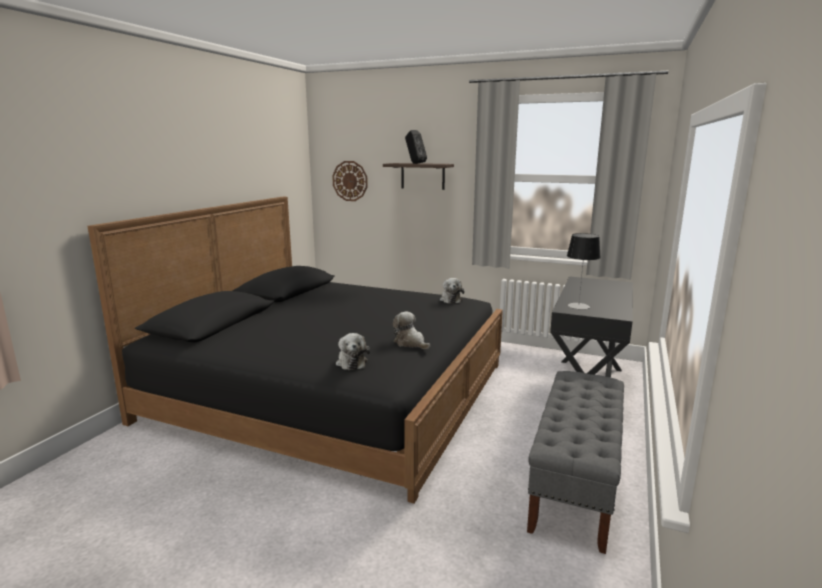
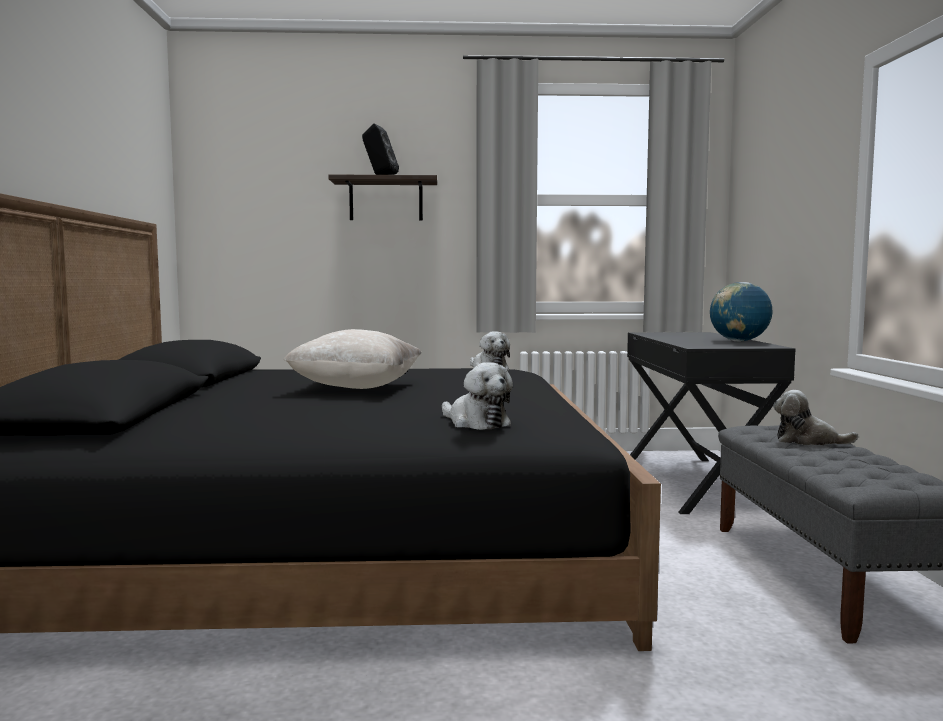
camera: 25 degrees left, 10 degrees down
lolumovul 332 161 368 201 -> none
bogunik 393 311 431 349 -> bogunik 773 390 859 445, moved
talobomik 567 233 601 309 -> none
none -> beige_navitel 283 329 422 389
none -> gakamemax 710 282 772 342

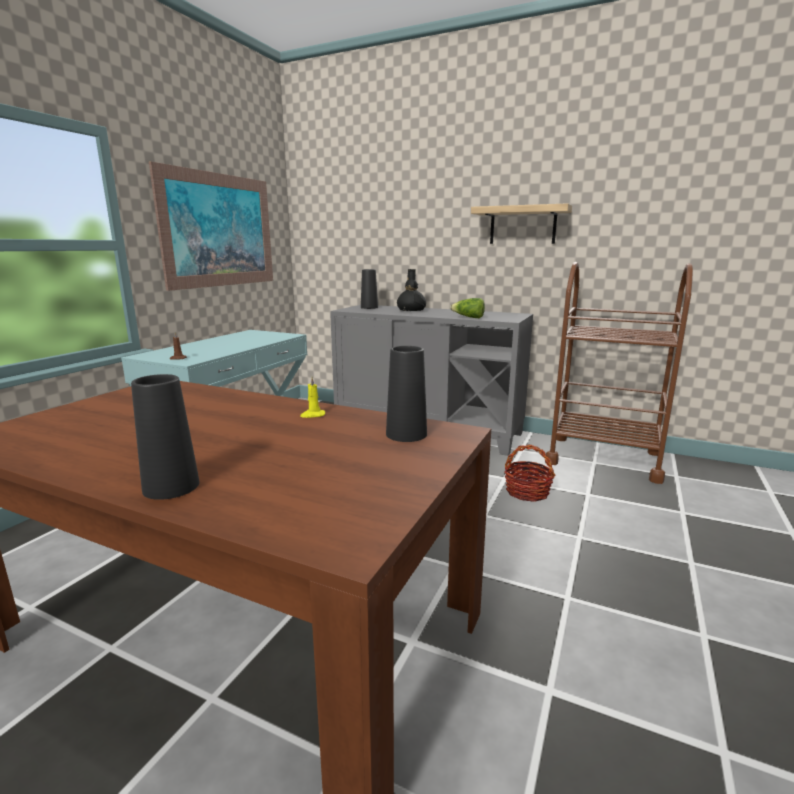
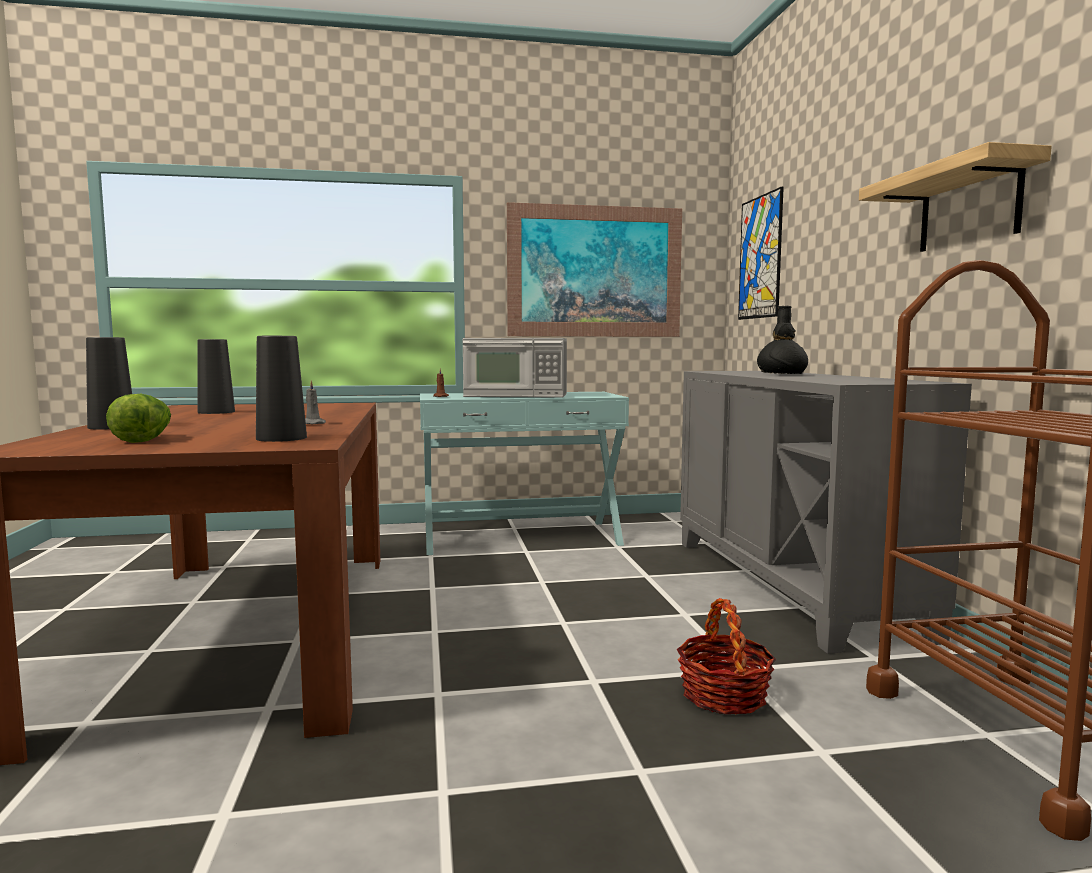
camera: 55 degrees right, 10 degrees down
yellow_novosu 300 377 325 418 -> grey_novosu 305 380 326 424
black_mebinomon 361 269 378 309 -> black_mebinomon 197 339 235 414, moved
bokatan 450 298 485 318 -> bokatan 106 394 171 443, moved
none -> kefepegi 463 338 567 398
none -> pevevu 738 187 784 320

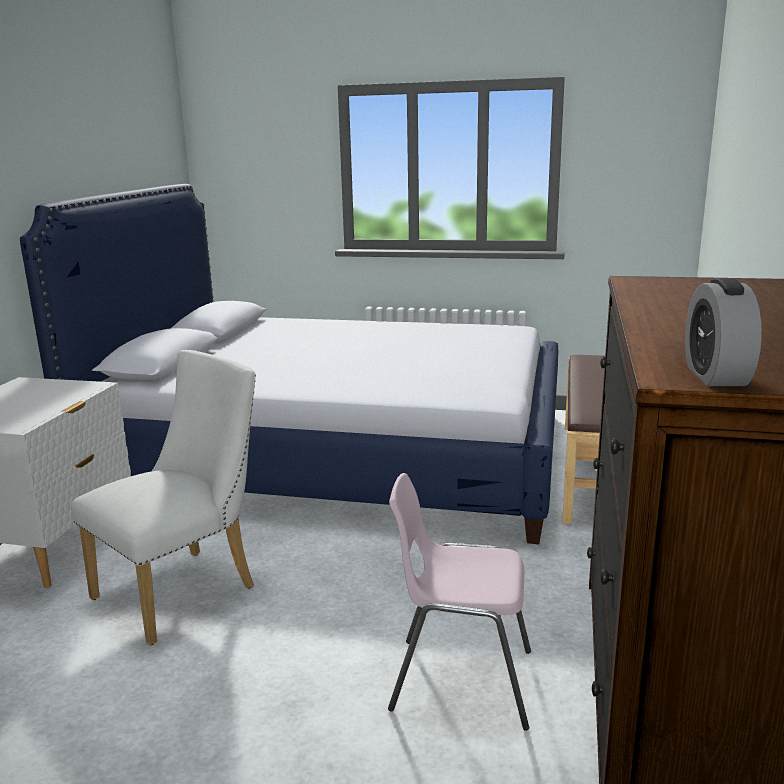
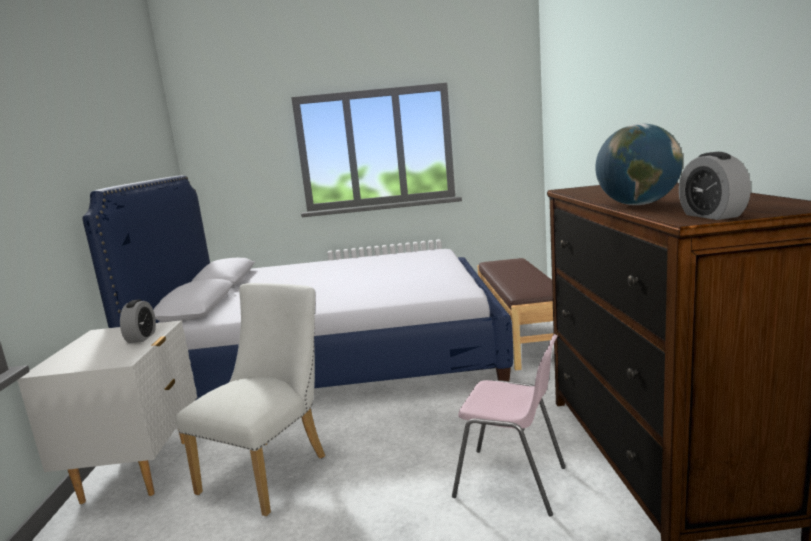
camera: 15 degrees left, 5 degrees down
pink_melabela 388 473 531 731 -> pink_melabela 452 334 566 517, 150 degrees counterclockwise
none -> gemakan 120 299 156 343
none -> gakamemax 595 124 683 205

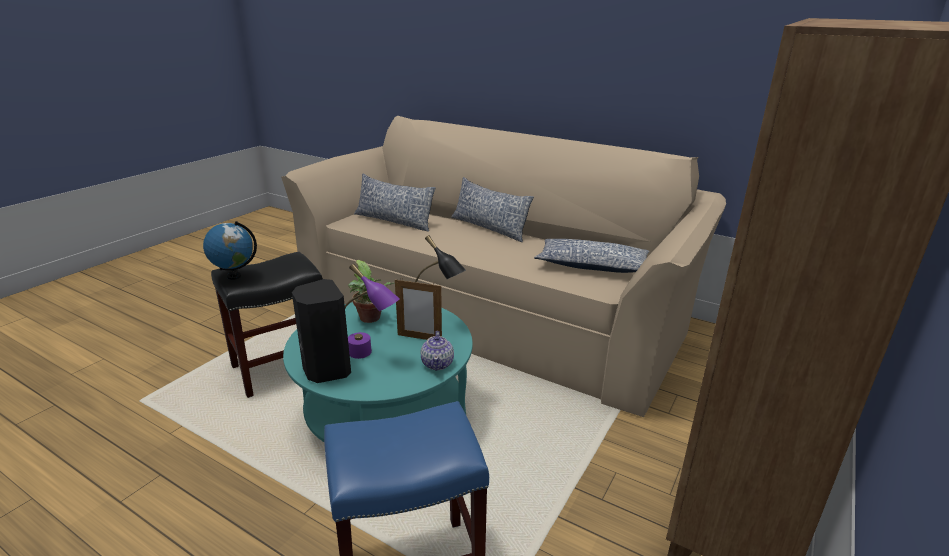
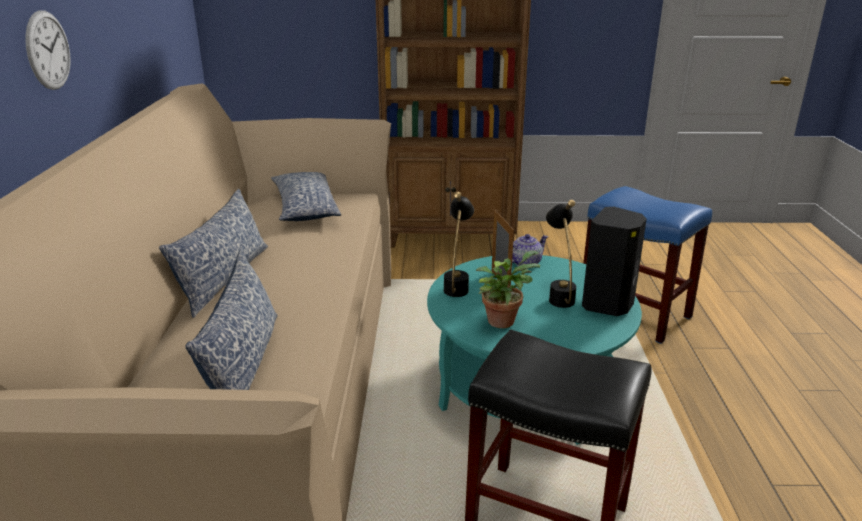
camera: 120 degrees left, 0 degrees up
gakamemax 203 221 257 280 -> none
purple_talobomik 345 264 400 359 -> black_talobomik 546 200 576 308
none -> lolumovul 25 10 71 90

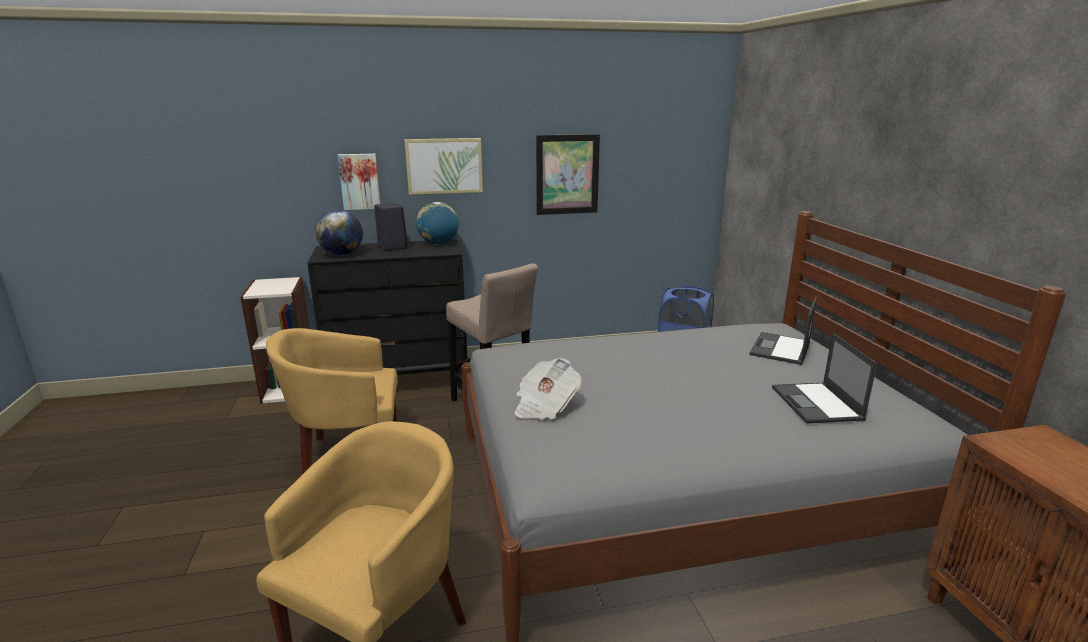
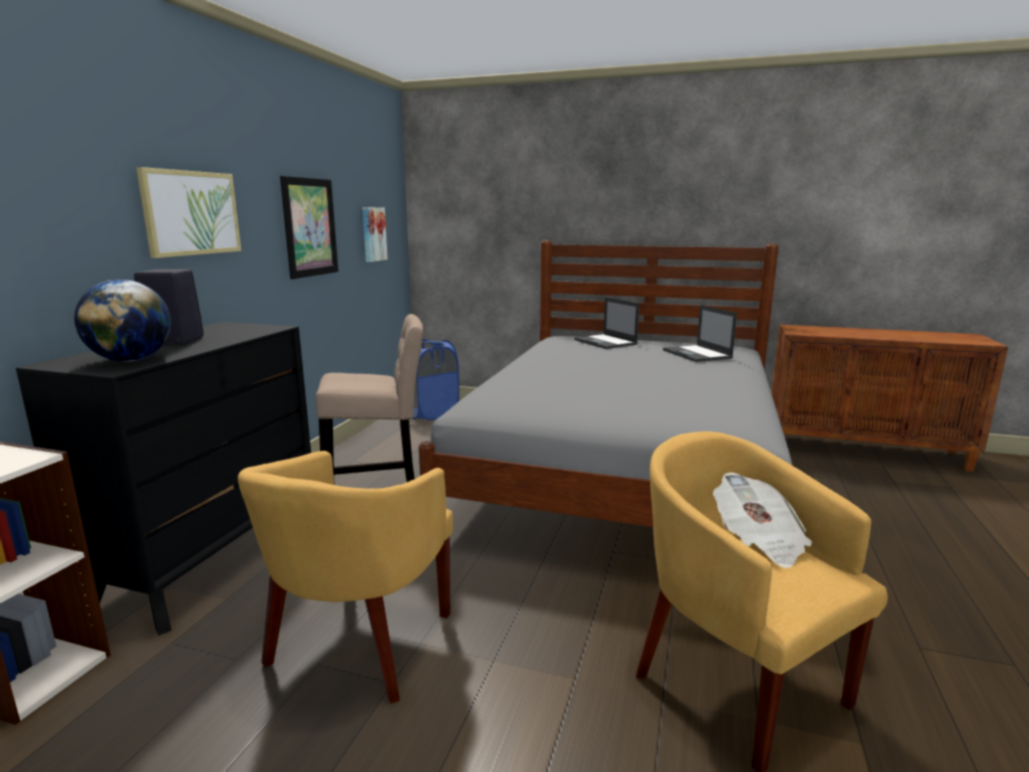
camera: 60 degrees left, 5 degrees down
pevevu 338 154 380 210 -> pevevu 362 207 388 262, moved
gakamemax 416 202 459 245 -> none
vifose 515 358 581 420 -> vifose 713 472 812 569, moved
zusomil 772 333 877 424 -> zusomil 663 305 737 362, 45 degrees clockwise

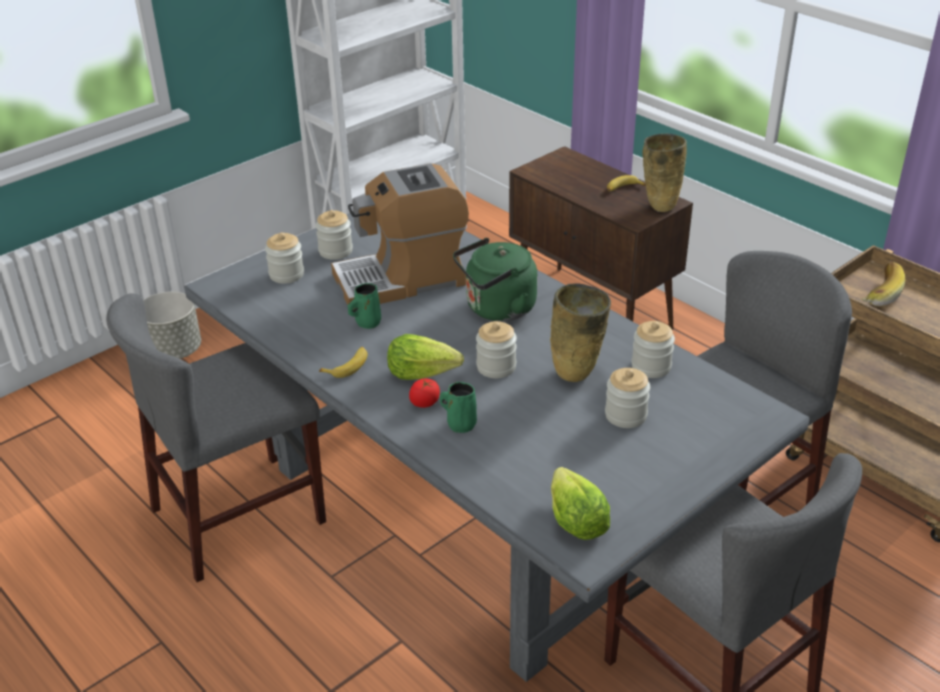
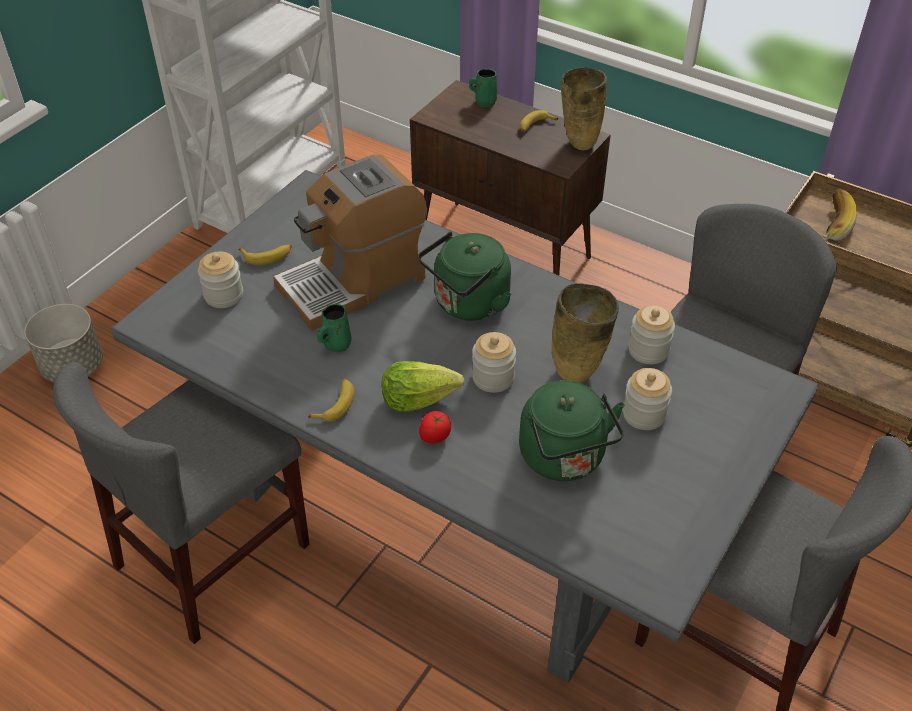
camera: 15 degrees left, 10 degrees up
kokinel 316 210 353 260 -> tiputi 239 244 292 265
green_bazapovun 440 382 477 433 -> green_bazapovun 469 69 497 107, moved
bokatan 551 467 610 540 -> none
none -> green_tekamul 519 380 624 481

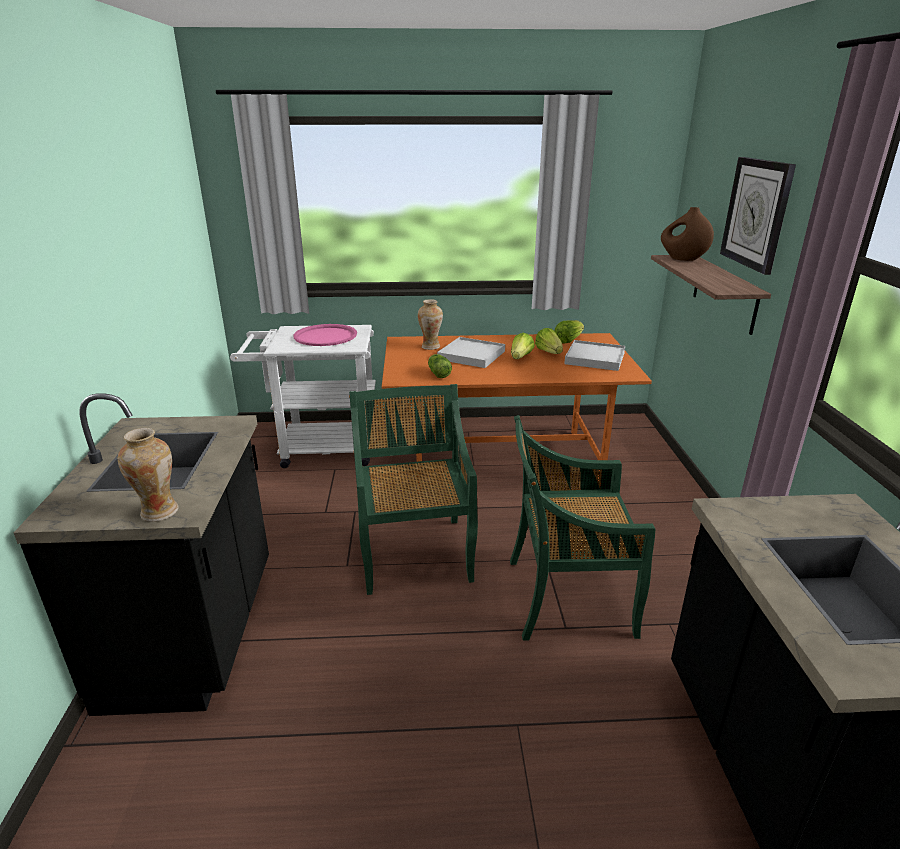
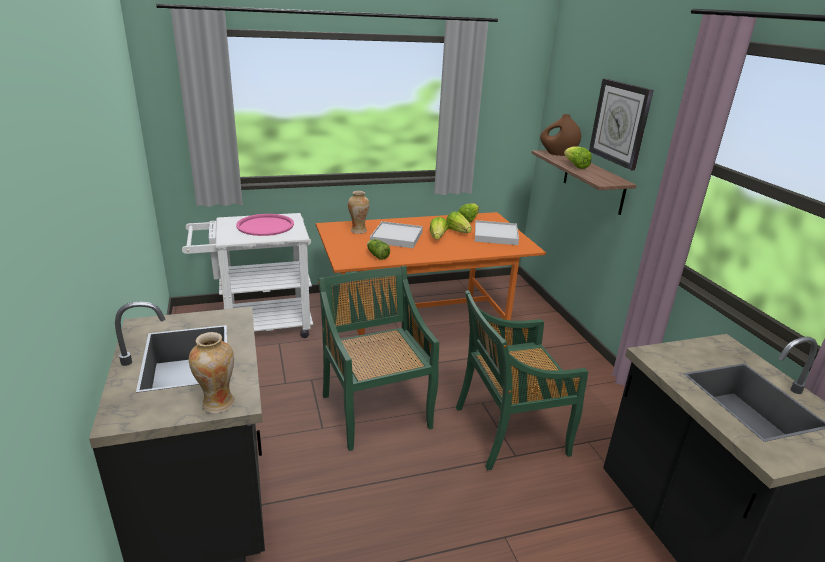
camera: 15 degrees left, 0 degrees up
none -> bokatan 564 146 592 169

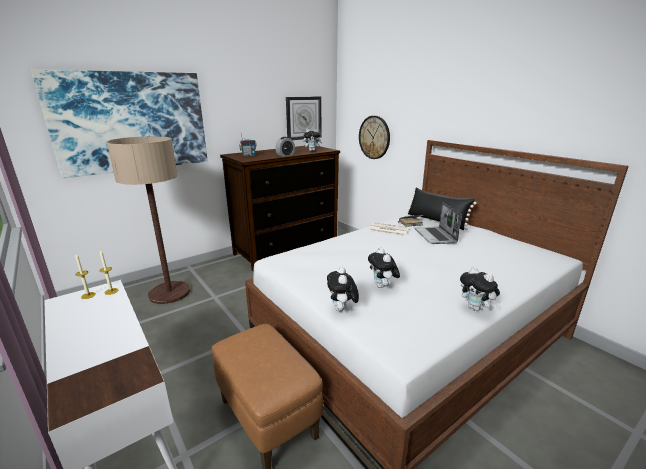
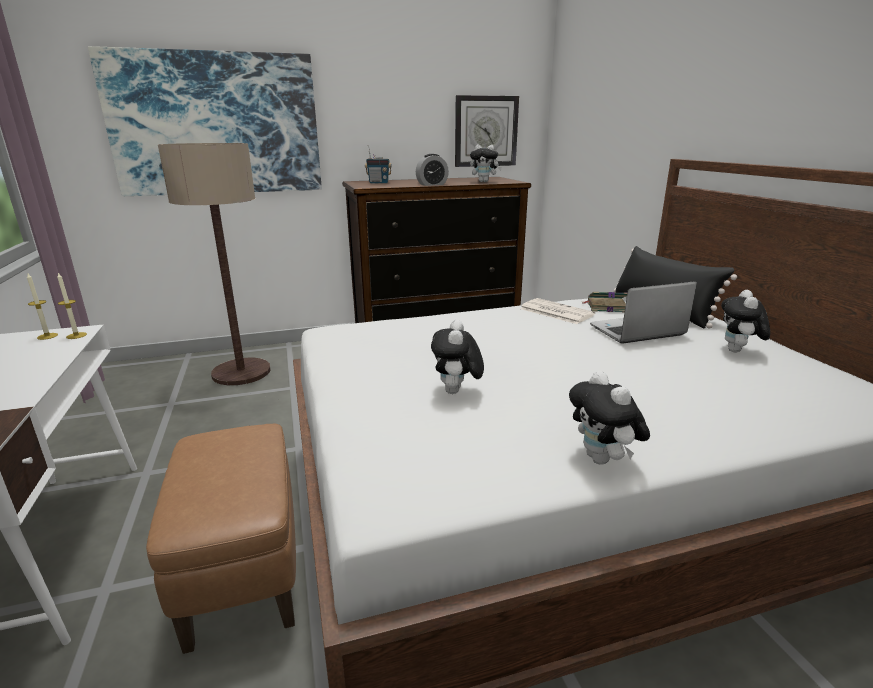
camera: 20 degrees right, 0 degrees up
bogunik 327 266 359 311 -> bogunik 721 290 770 352, moved
lolumovul 359 116 390 159 -> none
zusomil 415 203 462 244 -> zusomil 590 281 697 344, 60 degrees clockwise

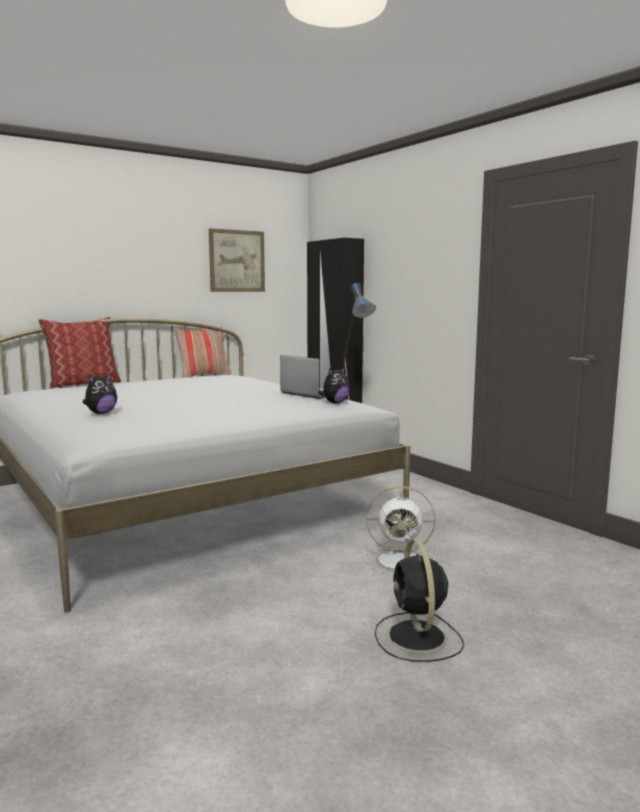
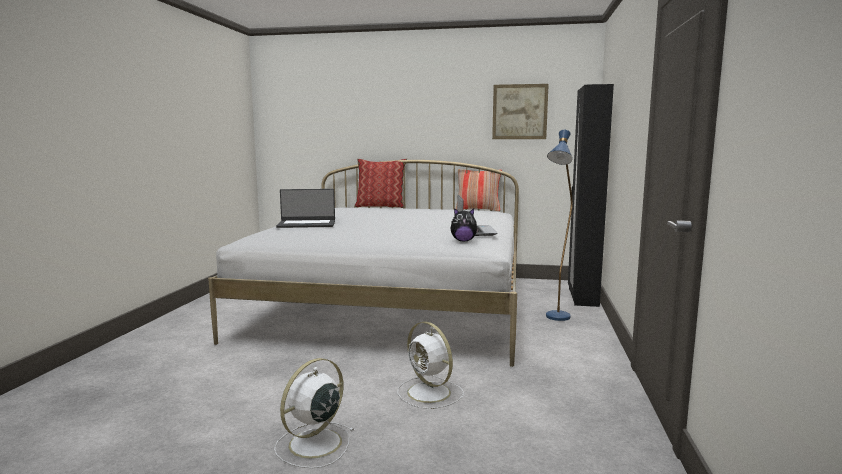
camera: 45 degrees right, 0 degrees up
bogunik 82 373 117 414 -> zusomil 276 189 335 228
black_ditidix 375 540 464 662 -> white_ditidix 274 358 354 468

